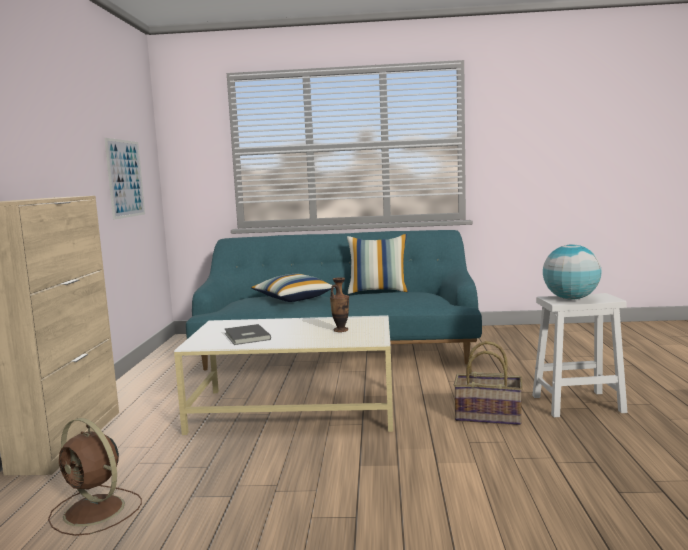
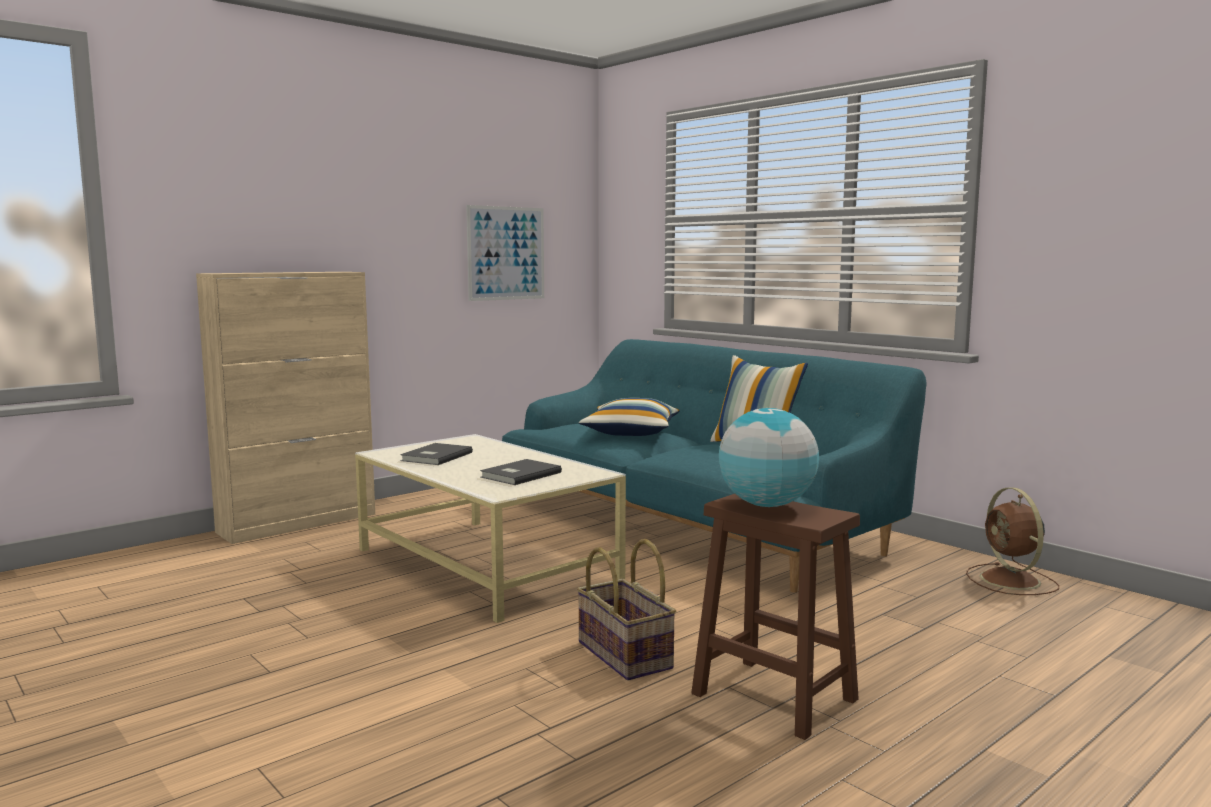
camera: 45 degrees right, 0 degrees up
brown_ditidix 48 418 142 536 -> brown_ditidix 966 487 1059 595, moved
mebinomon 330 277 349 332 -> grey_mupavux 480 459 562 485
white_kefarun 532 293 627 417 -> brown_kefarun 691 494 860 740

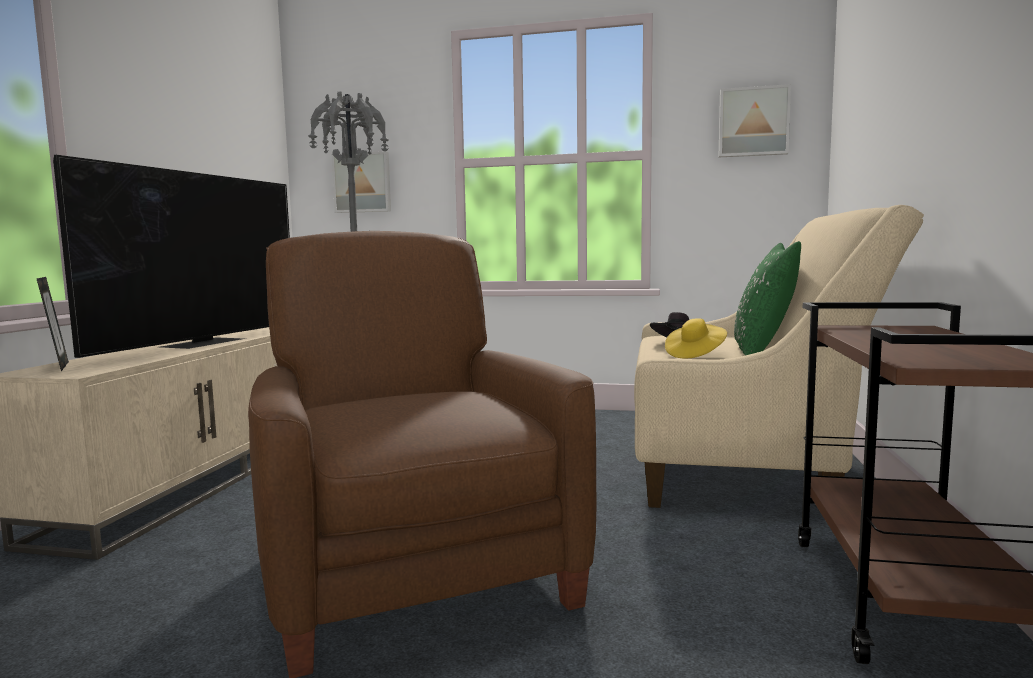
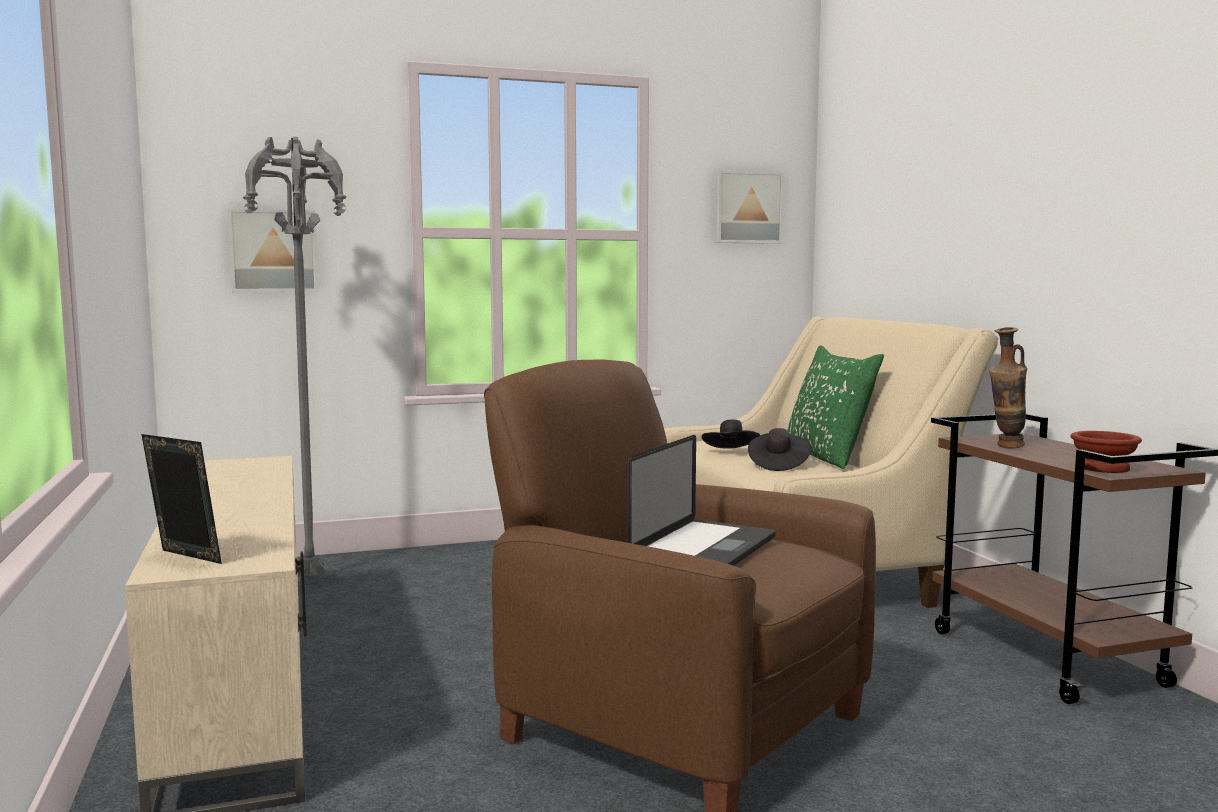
camera: 30 degrees left, 0 degrees up
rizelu 53 155 290 358 -> none
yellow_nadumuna 665 318 727 358 -> black_nadumuna 748 428 811 471
none -> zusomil 628 435 776 566
none -> mebinomon 989 327 1027 448
none -> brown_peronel 1070 431 1142 473

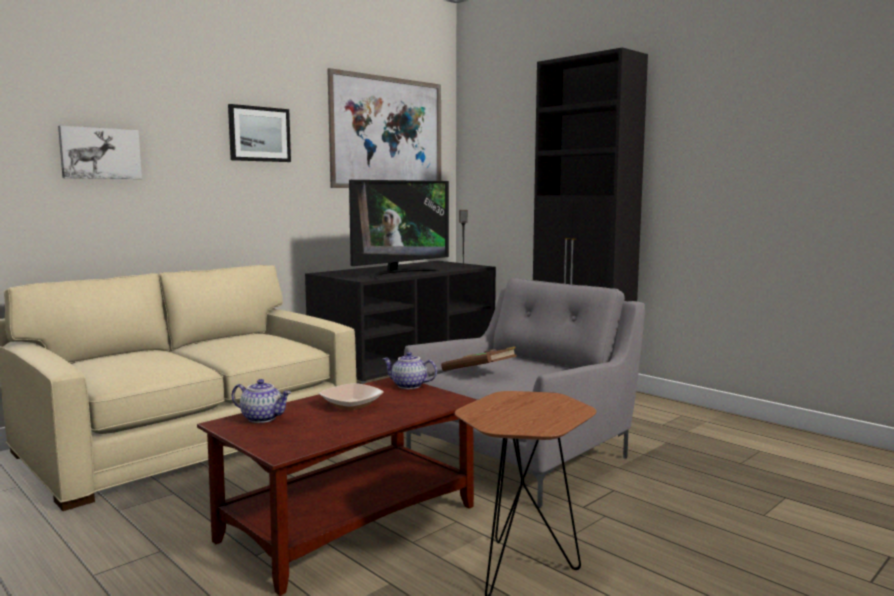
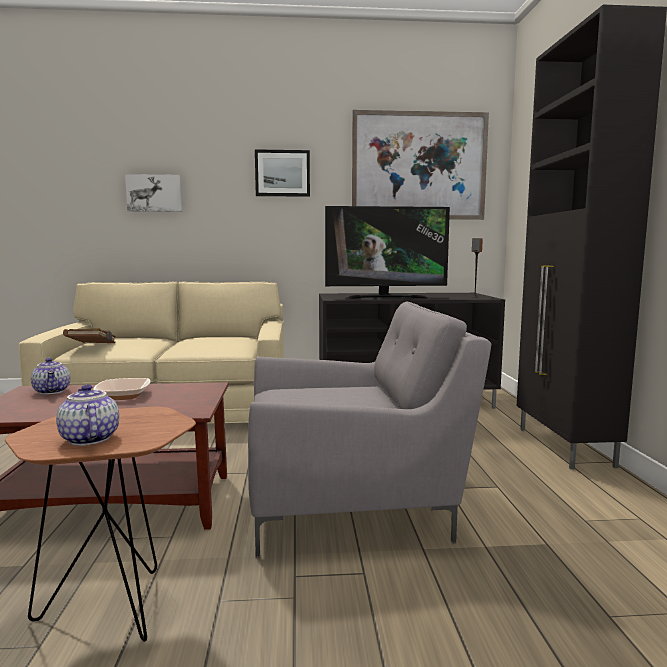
camera: 40 degrees right, 0 degrees up
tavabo 383 352 437 389 -> tavabo 56 384 119 446, moved
brown_mupavux 441 346 517 371 -> brown_mupavux 63 328 116 343, moved

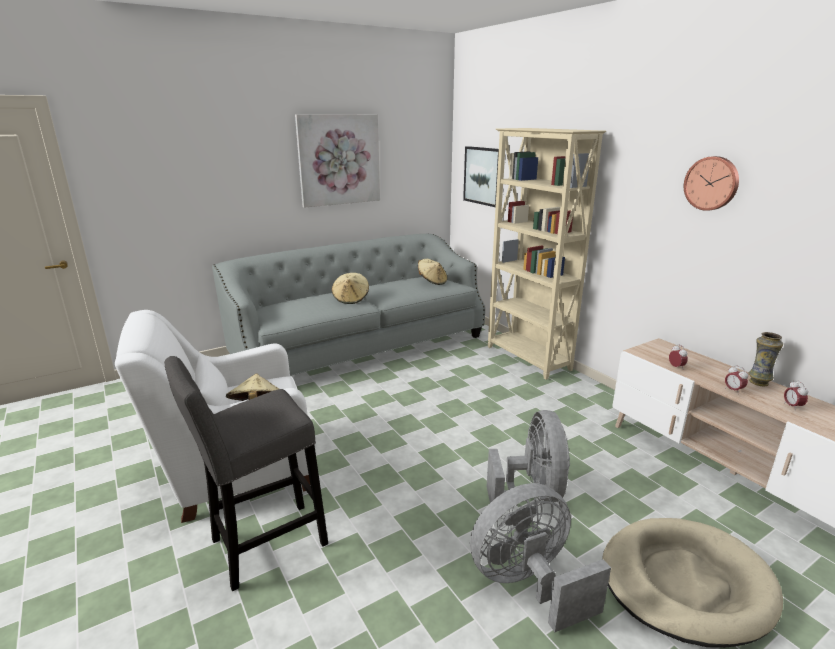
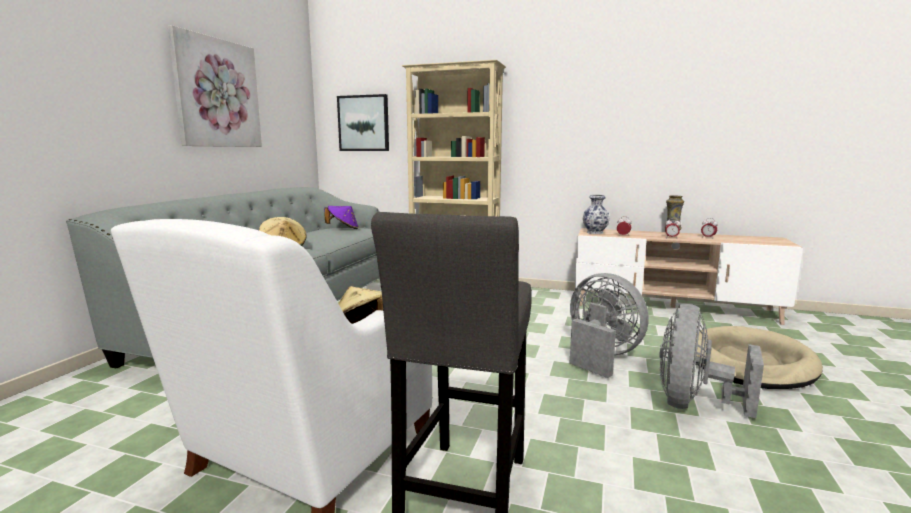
camera: 40 degrees left, 10 degrees down
beige_nadumuna 418 259 447 285 -> purple_nadumuna 324 206 359 229
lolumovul 684 156 739 211 -> none
none -> mebinomon 583 195 610 234

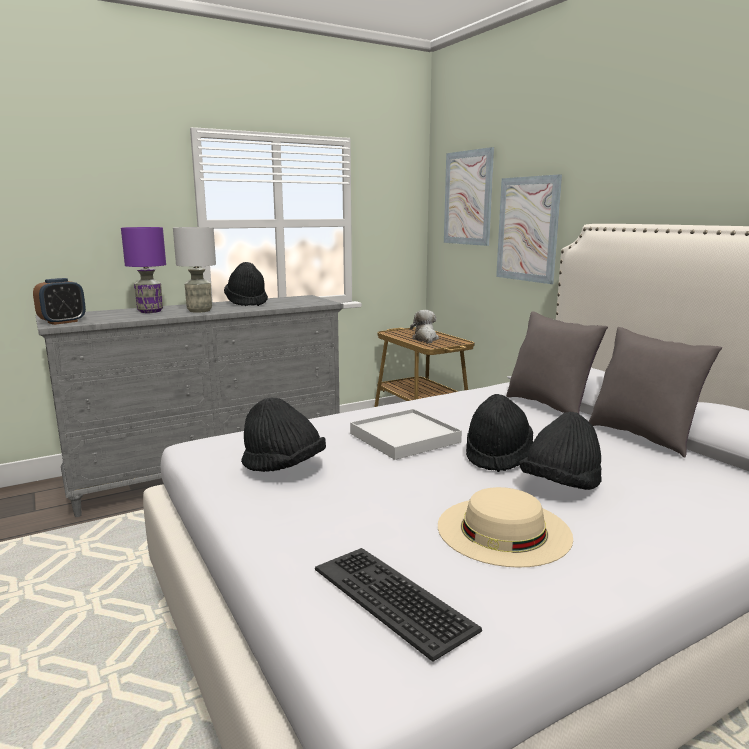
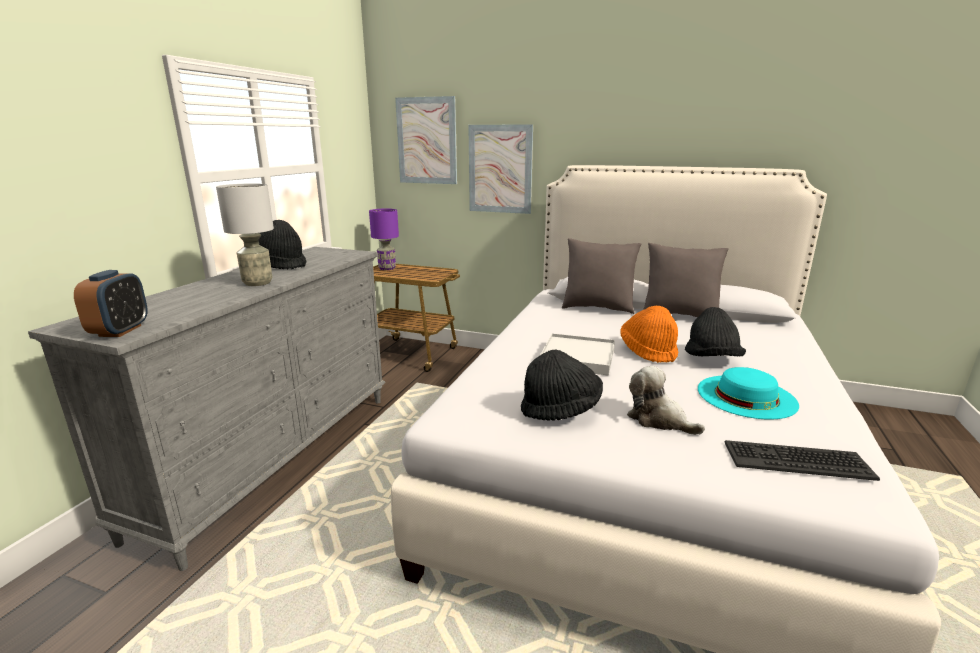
camera: 40 degrees left, 5 degrees up
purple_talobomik 121 227 166 313 -> purple_talobomik 369 209 399 270, moved
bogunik 410 310 439 343 -> bogunik 627 366 705 435, moved
beige_nadumuna 438 487 573 568 -> turquoise_nadumuna 698 367 799 420
black_nadumuna 466 394 533 472 -> orange_nadumuna 620 306 678 363

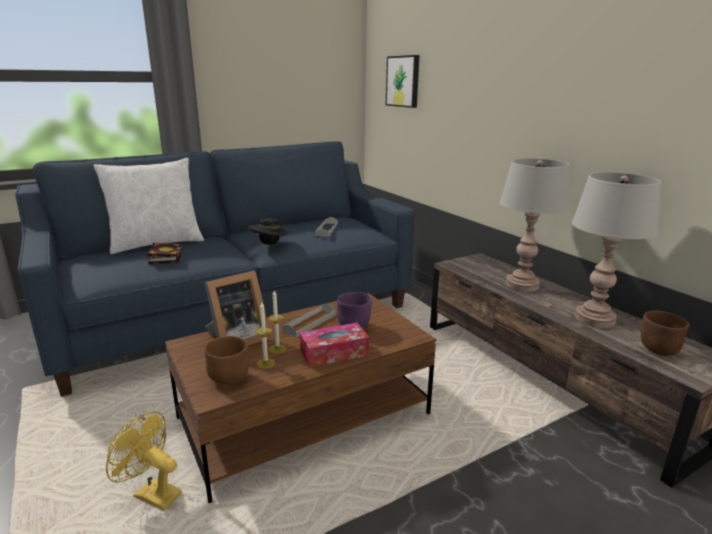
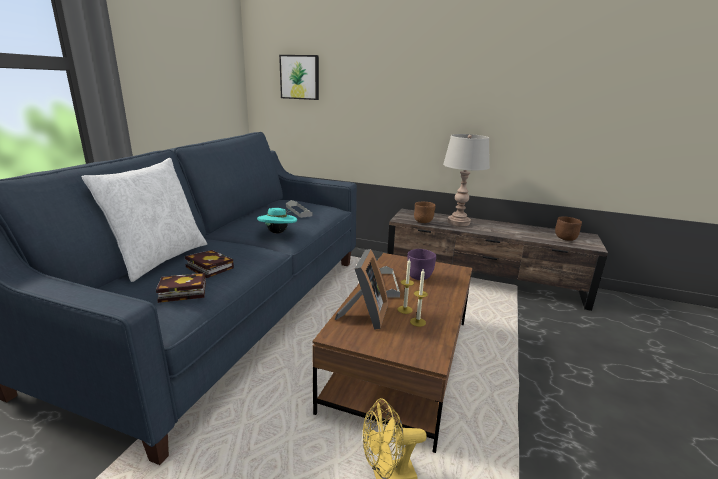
camera: 40 degrees left, 0 degrees up
brown_peronel 204 336 249 384 -> brown_peronel 414 202 436 223, moved
black_nadumuna 248 218 290 245 -> turquoise_nadumuna 257 208 297 234
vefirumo 300 323 369 368 -> none
grey_talobomik 572 172 661 328 -> none
none -> mupavux 156 273 206 303

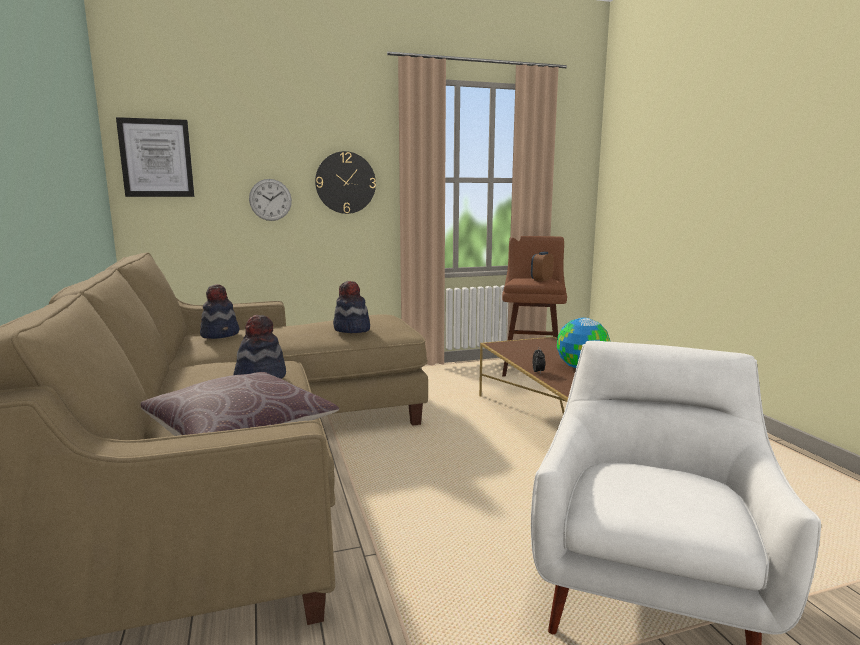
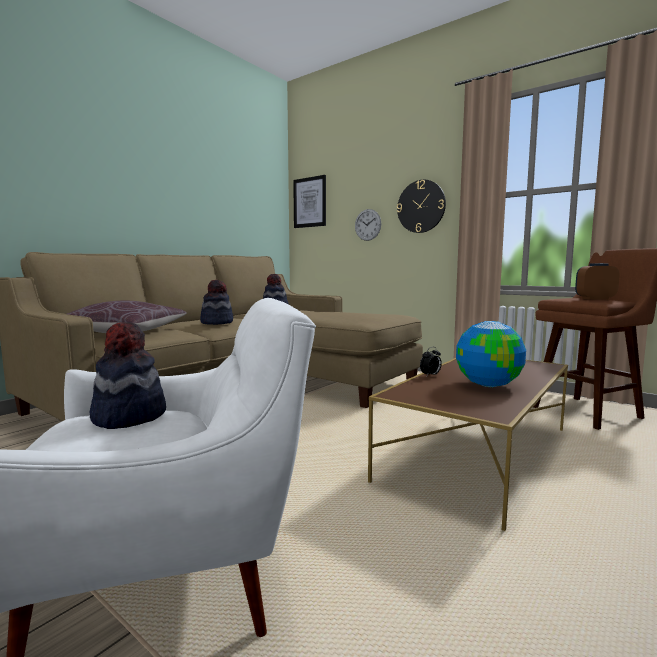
camera: 55 degrees right, 5 degrees down
nadumuna 333 281 370 333 -> nadumuna 89 322 166 429, moved

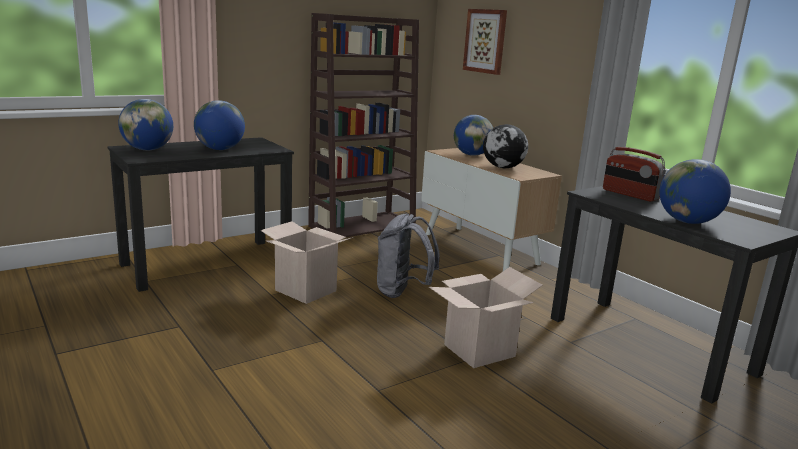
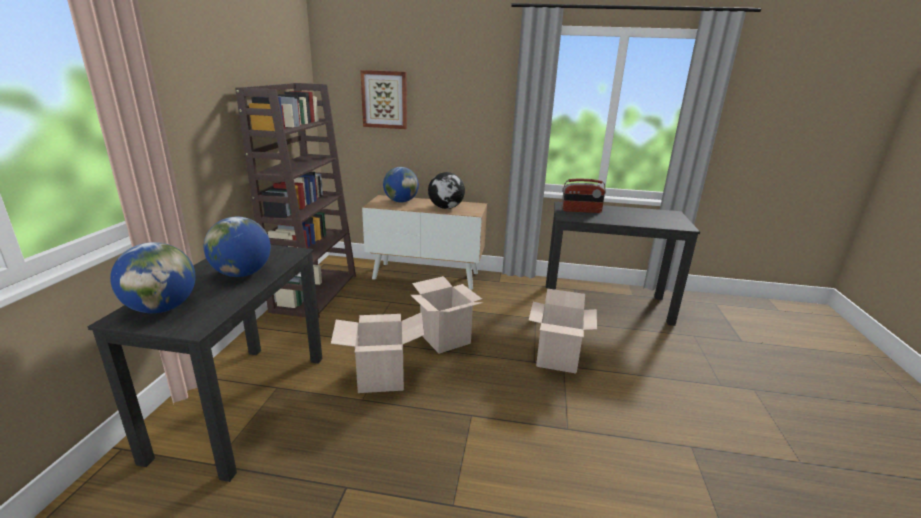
camera: 45 degrees left, 5 degrees up
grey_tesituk 377 214 440 298 -> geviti 411 276 483 354
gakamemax 659 159 731 224 -> none

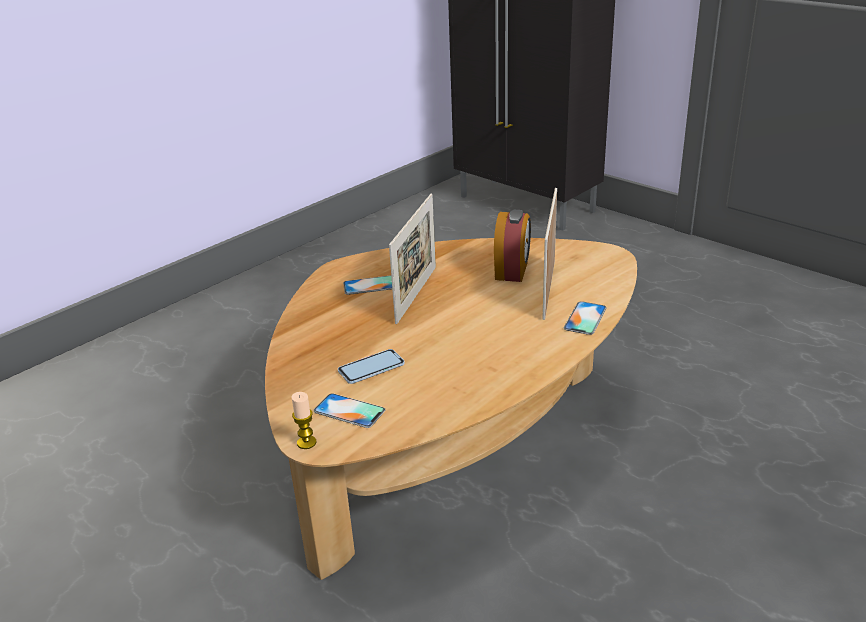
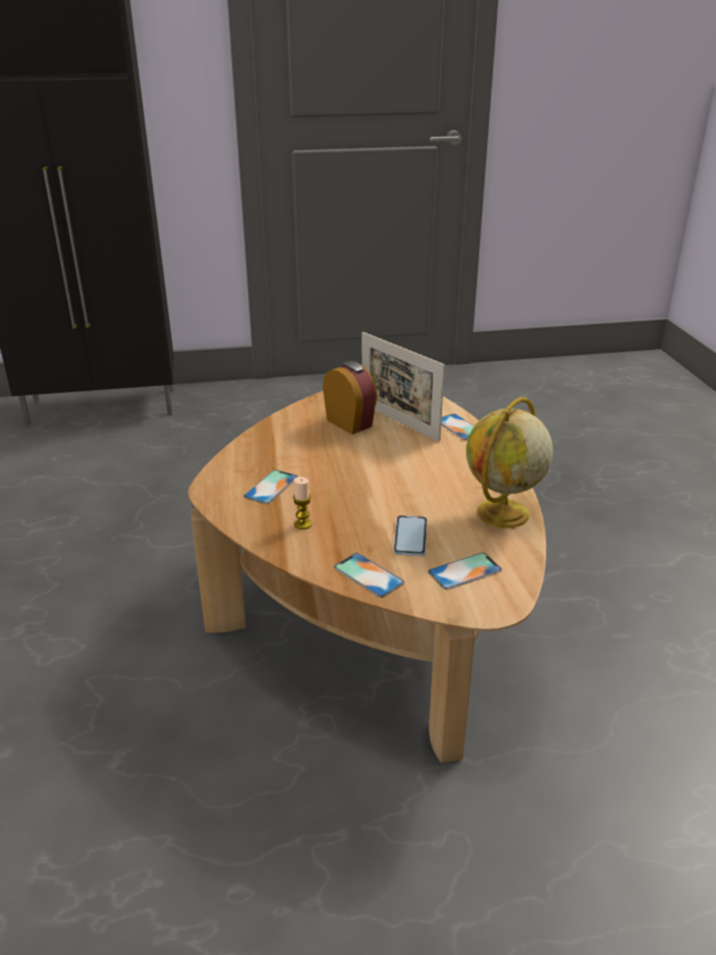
camera: 55 degrees left, 0 degrees up
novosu 292 392 316 449 -> novosu 293 477 312 529, moved
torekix 389 194 436 324 -> none
none -> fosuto 334 553 405 598
none -> gakamemax 466 397 553 529

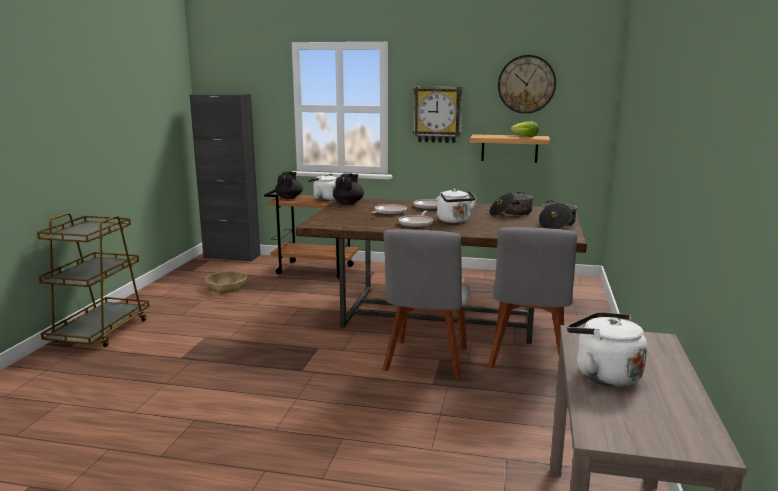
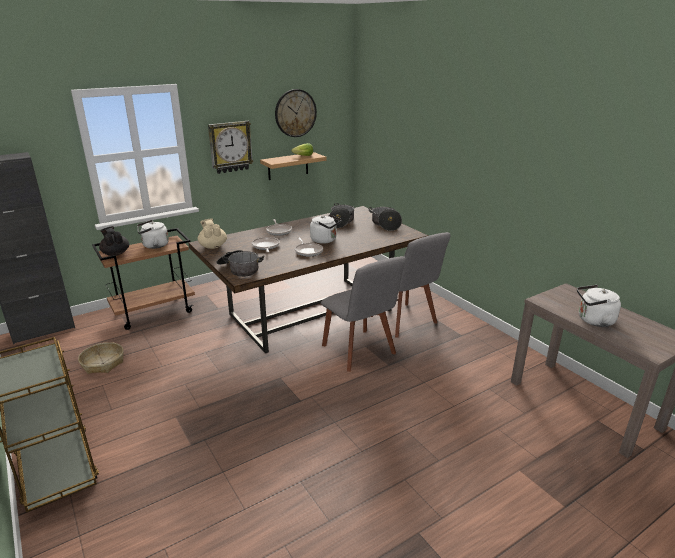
camera: 45 degrees left, 10 degrees up
black_tavabo 333 173 364 204 -> beige_tavabo 198 218 227 249
none -> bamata 217 250 264 277

